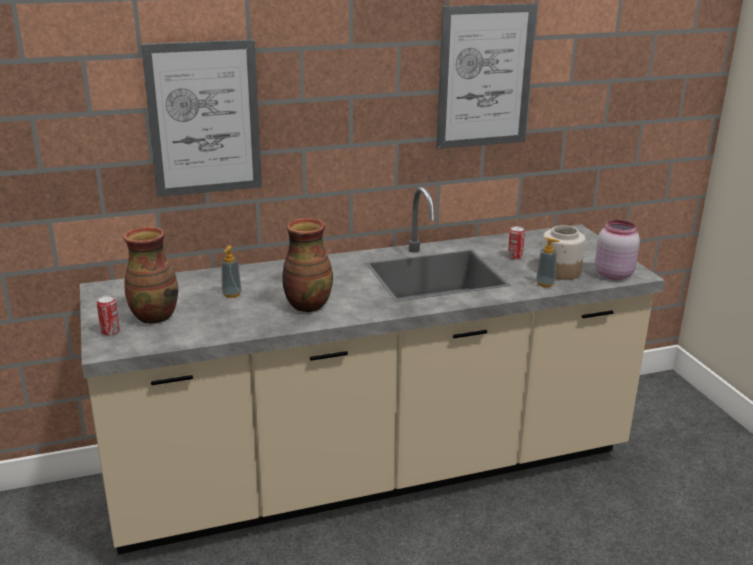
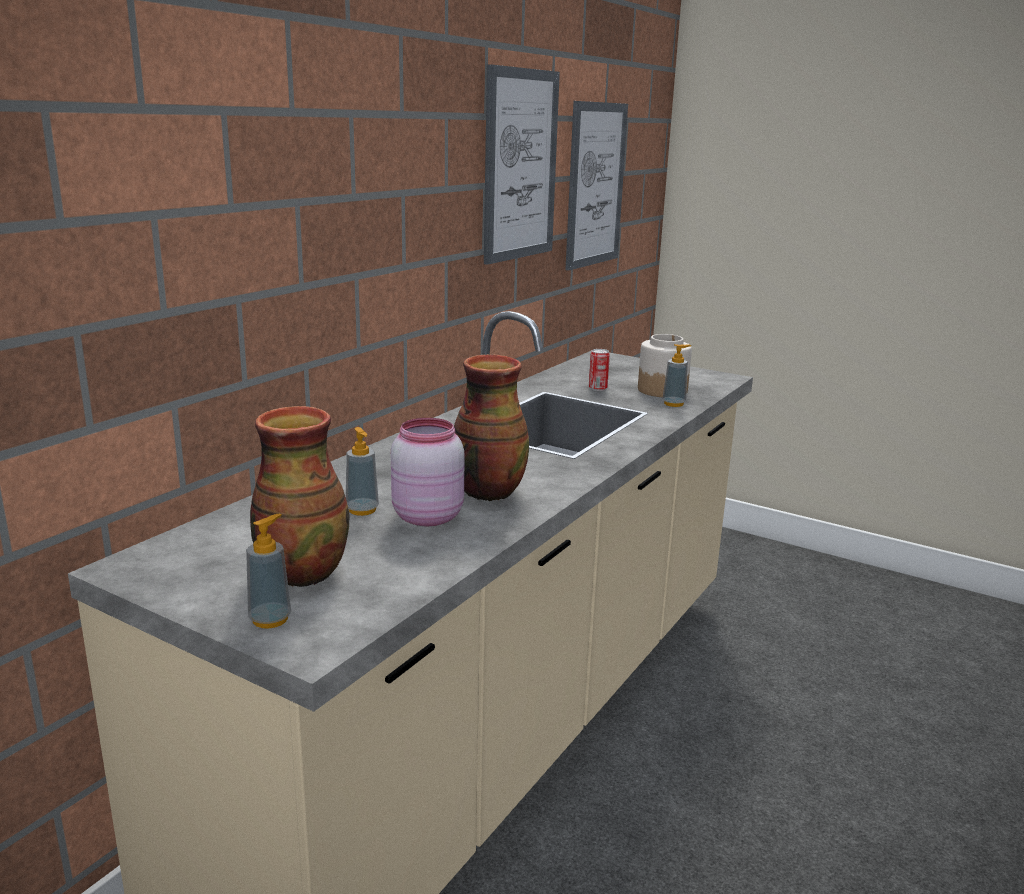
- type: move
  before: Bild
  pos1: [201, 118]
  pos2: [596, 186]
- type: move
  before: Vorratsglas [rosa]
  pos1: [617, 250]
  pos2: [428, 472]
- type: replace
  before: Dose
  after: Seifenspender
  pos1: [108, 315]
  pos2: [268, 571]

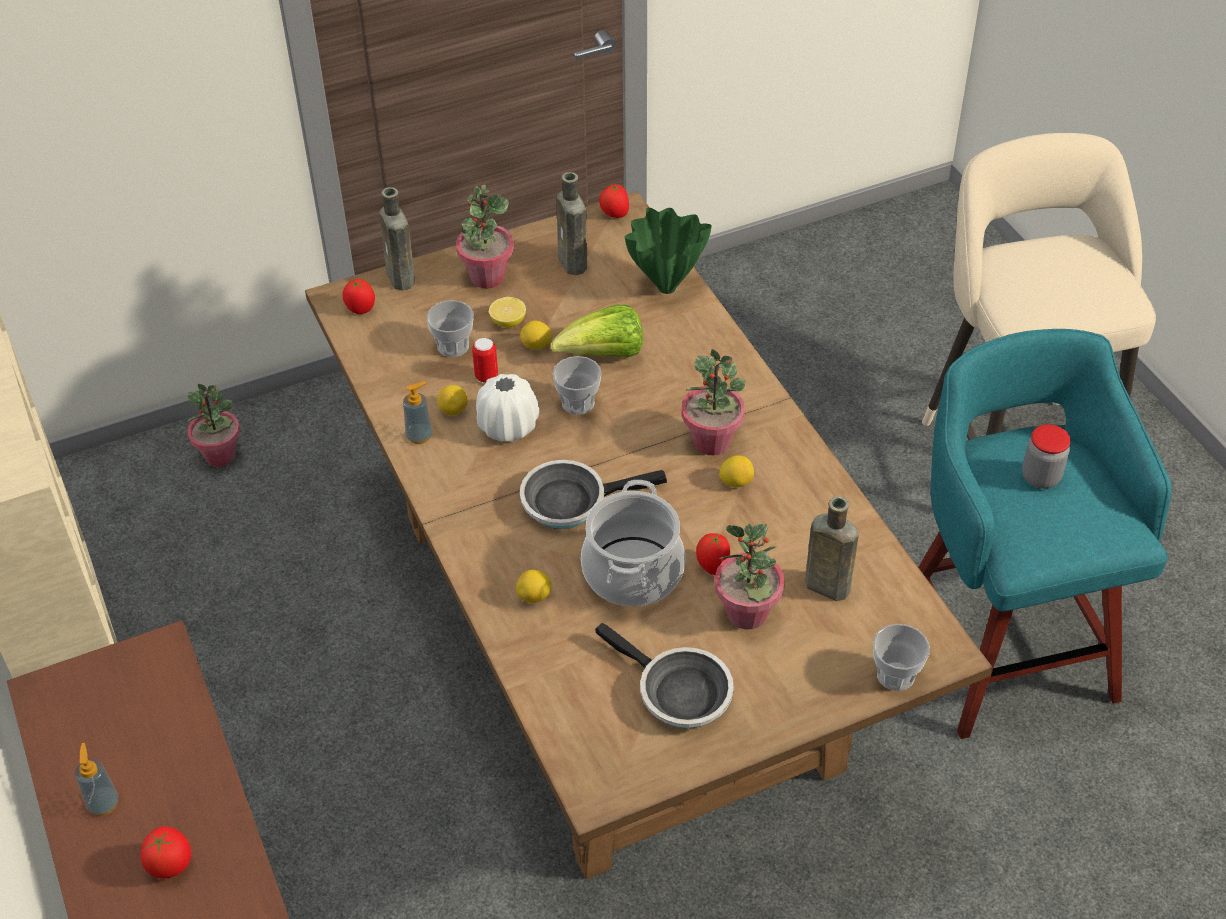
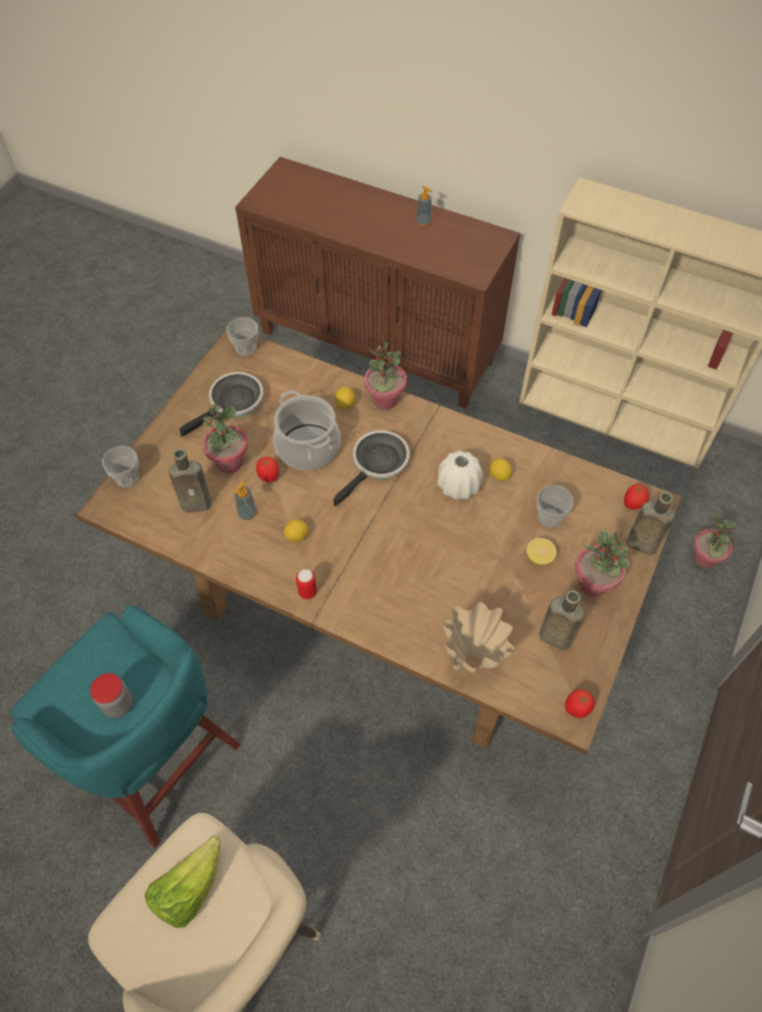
- type: recolor
  before: Vase [grün]
  after: Vase [beige]
  pos1: [668, 251]
  pos2: [479, 637]
- type: move
  before: Salatkopf
  pos1: [597, 331]
  pos2: [183, 881]
- type: delete
  before: Zitrone
  pos1: [536, 335]
- type: move
  before: Dose
  pos1: [485, 360]
  pos2: [306, 584]
- type: move
  before: Topfpflanze
  pos1: [713, 402]
  pos2: [385, 373]
- type: move
  before: Tasse
  pos1: [577, 385]
  pos2: [242, 336]
- type: move
  before: Seifenspender
  pos1: [418, 413]
  pos2: [245, 500]
- type: rotate
  before: Pfanne
  pos1: [664, 675]
  pos2: [221, 404]
  turn: 135
- type: delete
  before: Tomate
  pos1: [166, 852]

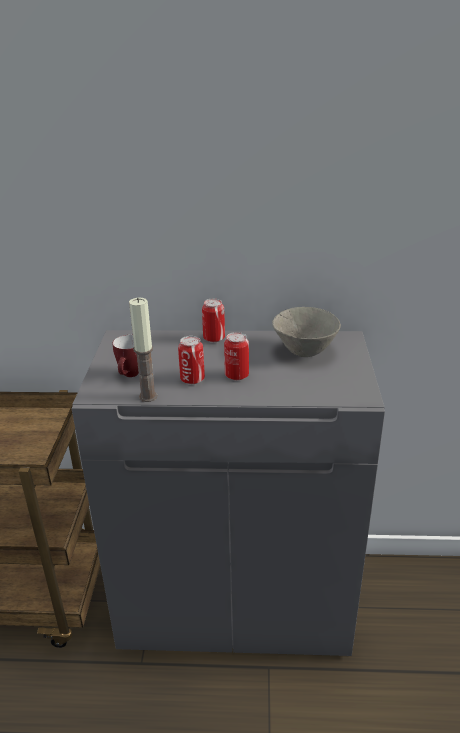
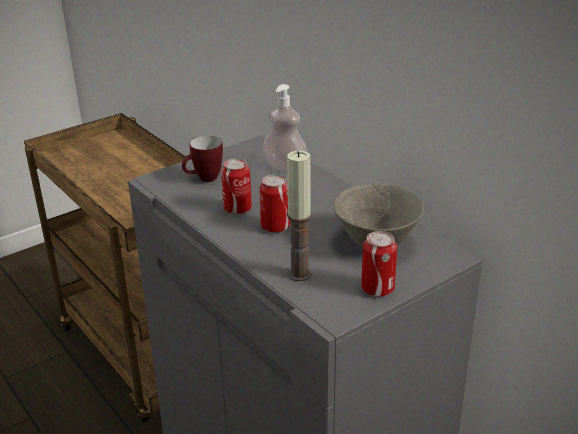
- type: move
  before: Kerze
  pos1: [143, 350]
  pos2: [299, 216]
- type: move
  before: Dose
  pos1: [213, 320]
  pos2: [379, 263]
- type: insert
  after: Seifenspender
  pos2: [285, 127]

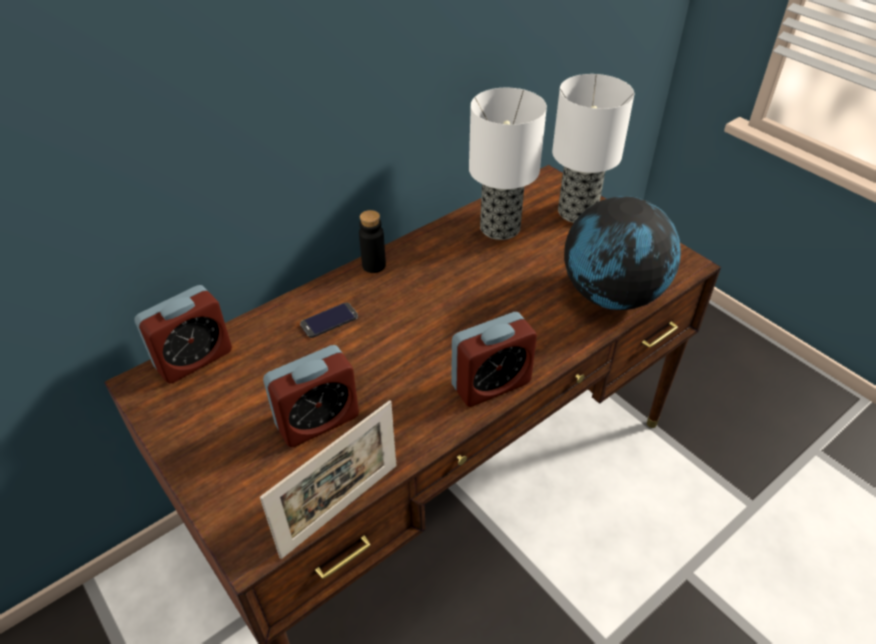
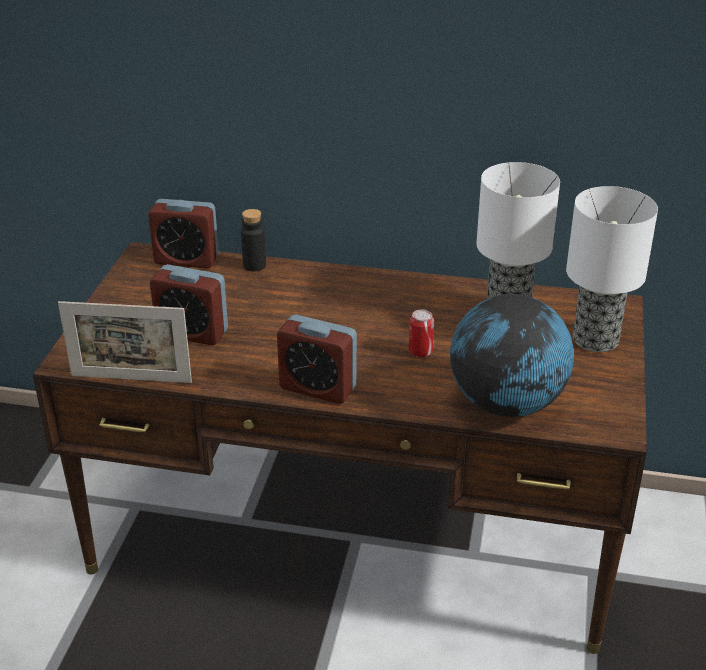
- type: move
  before: Flasche [schwarz]
  pos1: [372, 241]
  pos2: [253, 240]
- type: delete
  before: Handy
  pos1: [329, 320]
- type: insert
  after: Dose
  pos2: [421, 333]

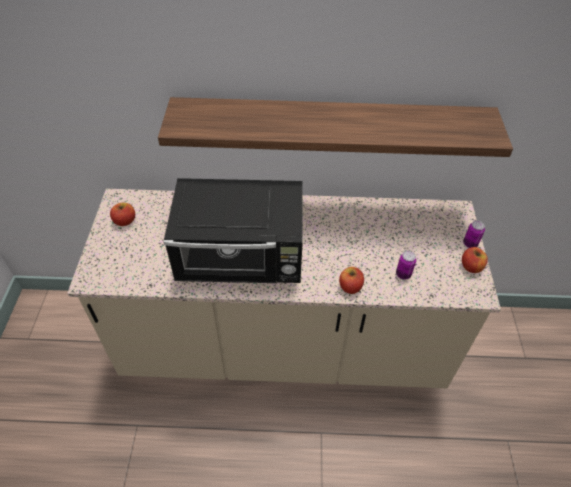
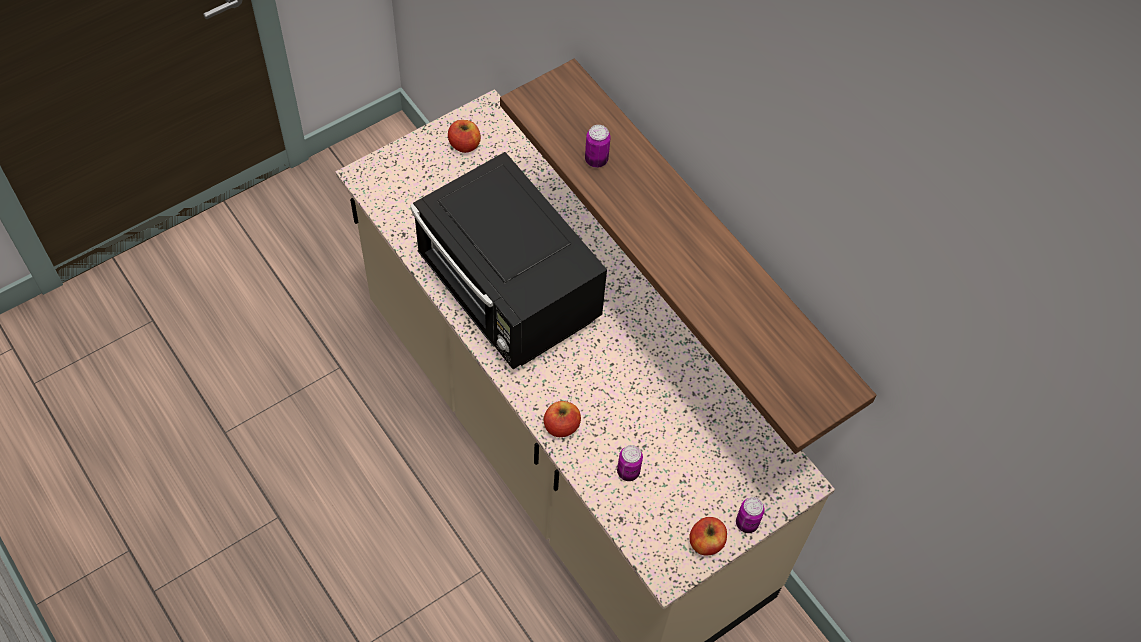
- type: insert
  after: Dose
  pos2: [598, 146]

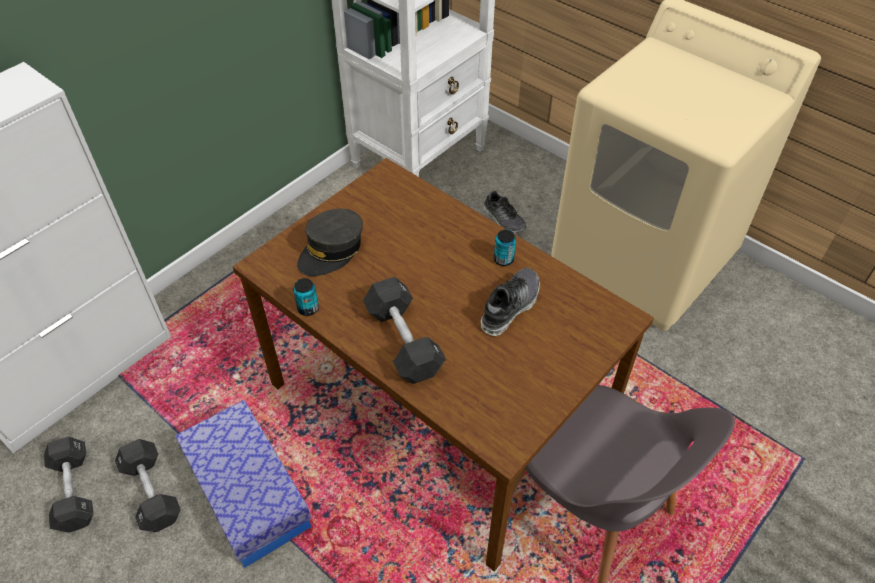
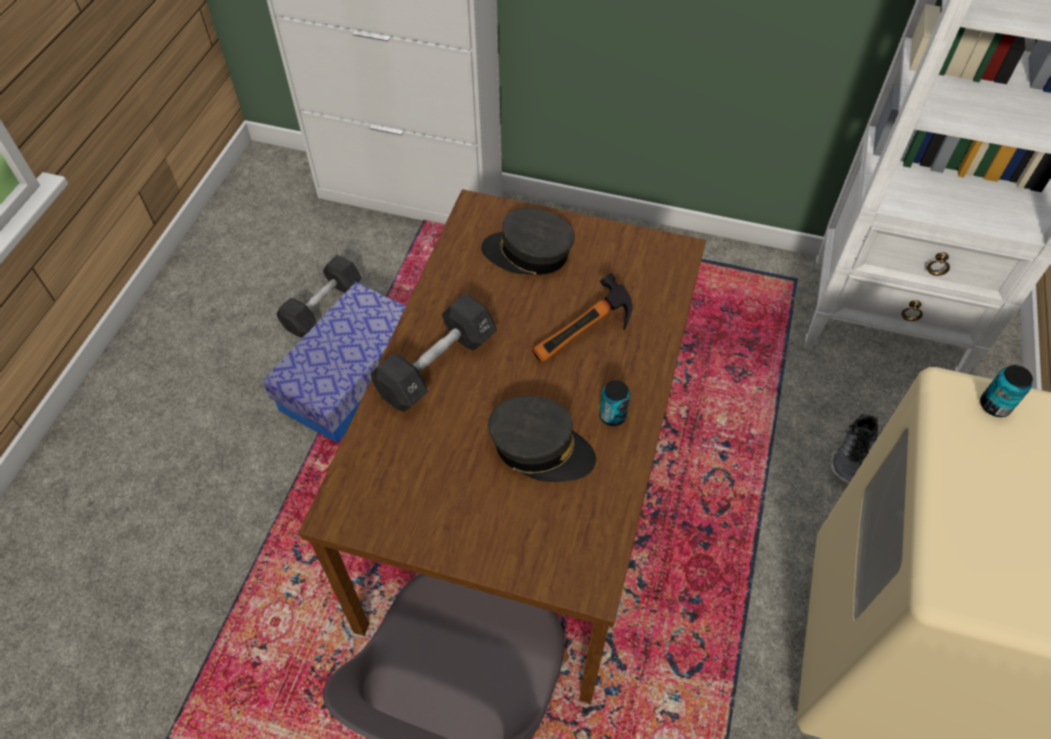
- type: replace
  before: Schuh
  after: Kappe [grau]
  pos1: [510, 302]
  pos2: [542, 439]
- type: move
  before: Dose
  pos1: [306, 297]
  pos2: [1006, 391]
- type: delete
  before: Hantel [schwarz]
  pos1: [69, 484]
- type: insert
  after: Hammer
  pos2: [582, 318]

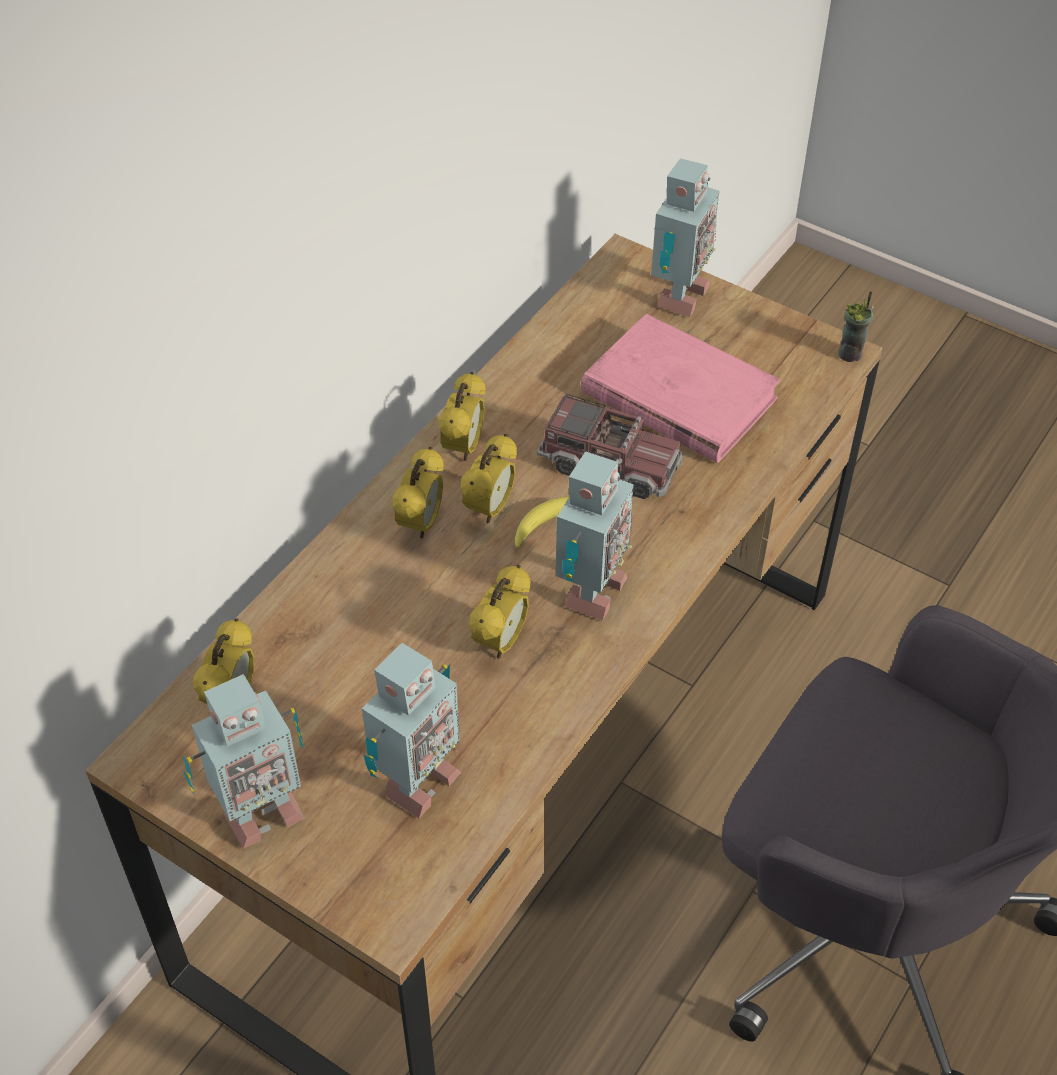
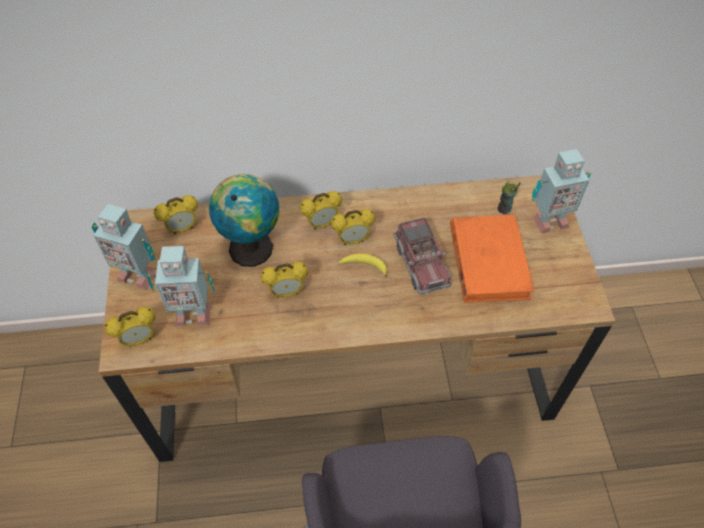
- type: move
  before: Tasse
  pos1: [856, 326]
  pos2: [509, 198]
- type: recolor
  before: Buch [rosa]
  after: Buch [orange]
  pos1: [681, 388]
  pos2: [492, 259]
- type: move
  before: Wecker
  pos1: [462, 416]
  pos2: [130, 326]
- type: delete
  before: Spielzeugroboter
  pos1: [594, 536]
- type: insert
  after: Globus
  pos2: [244, 220]

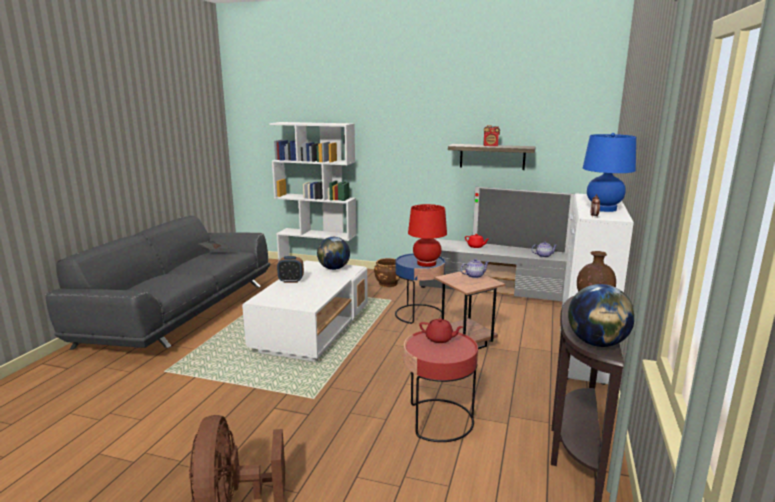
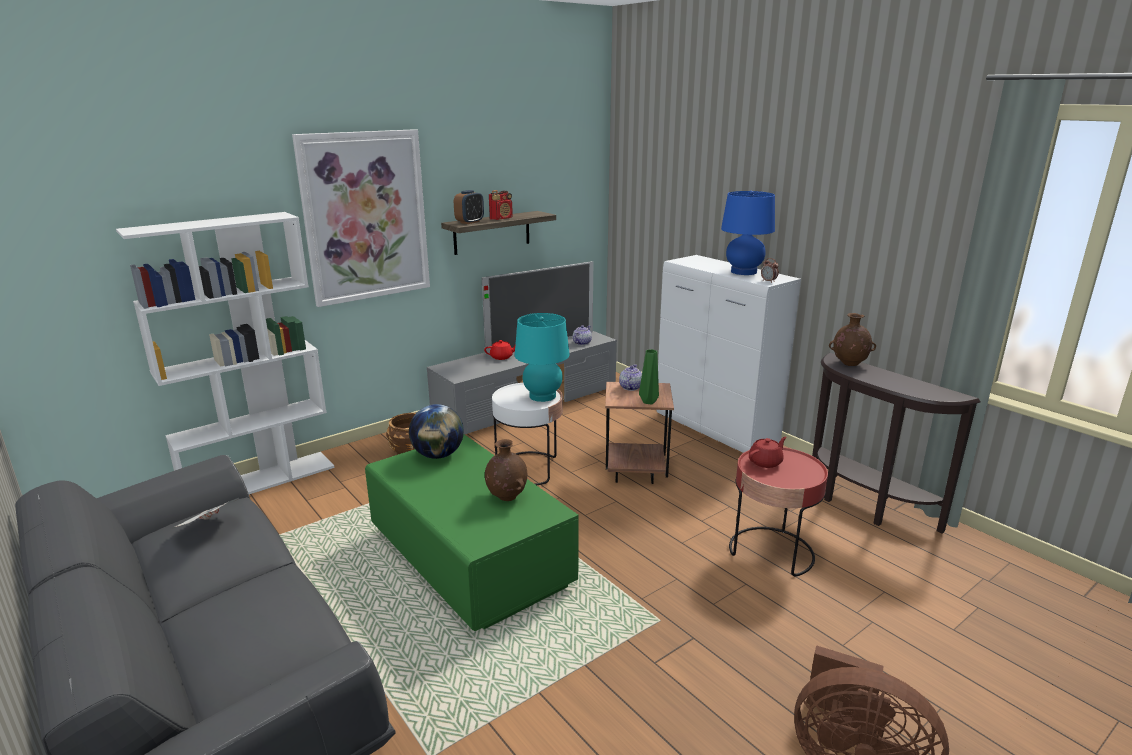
- type: recolor
  before: Tischlampe [rot]
  after: Tischlampe [türkis]
  pos1: [427, 235]
  pos2: [542, 357]
- type: recolor
  before: Beistelltisch [blau]
  after: Beistelltisch [weiß]
  pos1: [420, 288]
  pos2: [527, 434]
- type: move
  before: Wecker
  pos1: [290, 269]
  pos2: [469, 207]
- type: recolor
  before: Couchtisch [weiß]
  after: Couchtisch [grün]
  pos1: [305, 311]
  pos2: [472, 532]
- type: delete
  before: Globus
  pos1: [601, 315]
- type: insert
  after: Bild
  pos2: [361, 218]
- type: insert
  after: Vase [grün]
  pos2: [649, 376]
- type: insert
  after: Vase [braun]
  pos2: [506, 470]

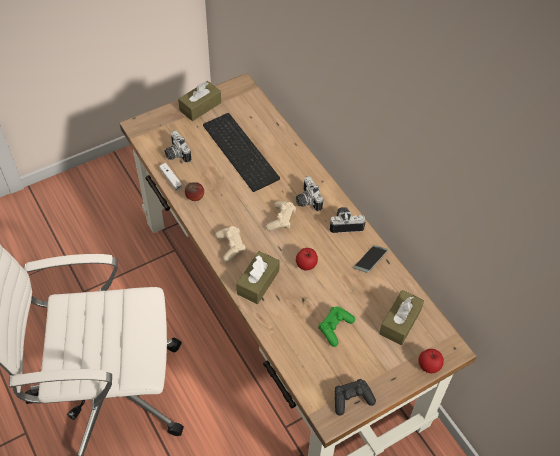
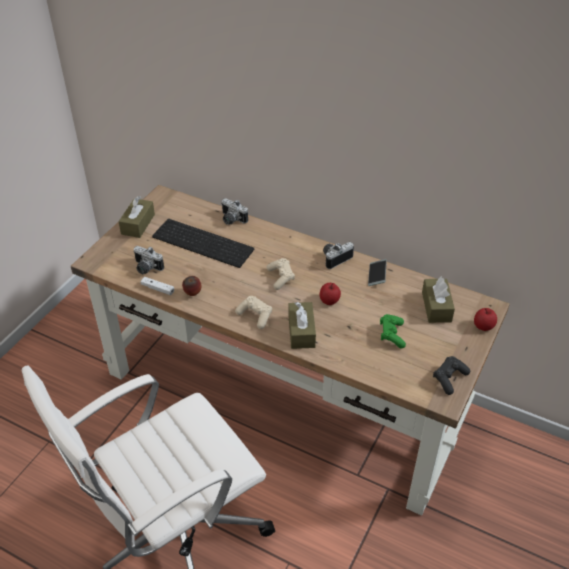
- type: move
  before: Kamera
  pos1: [309, 193]
  pos2: [235, 211]

